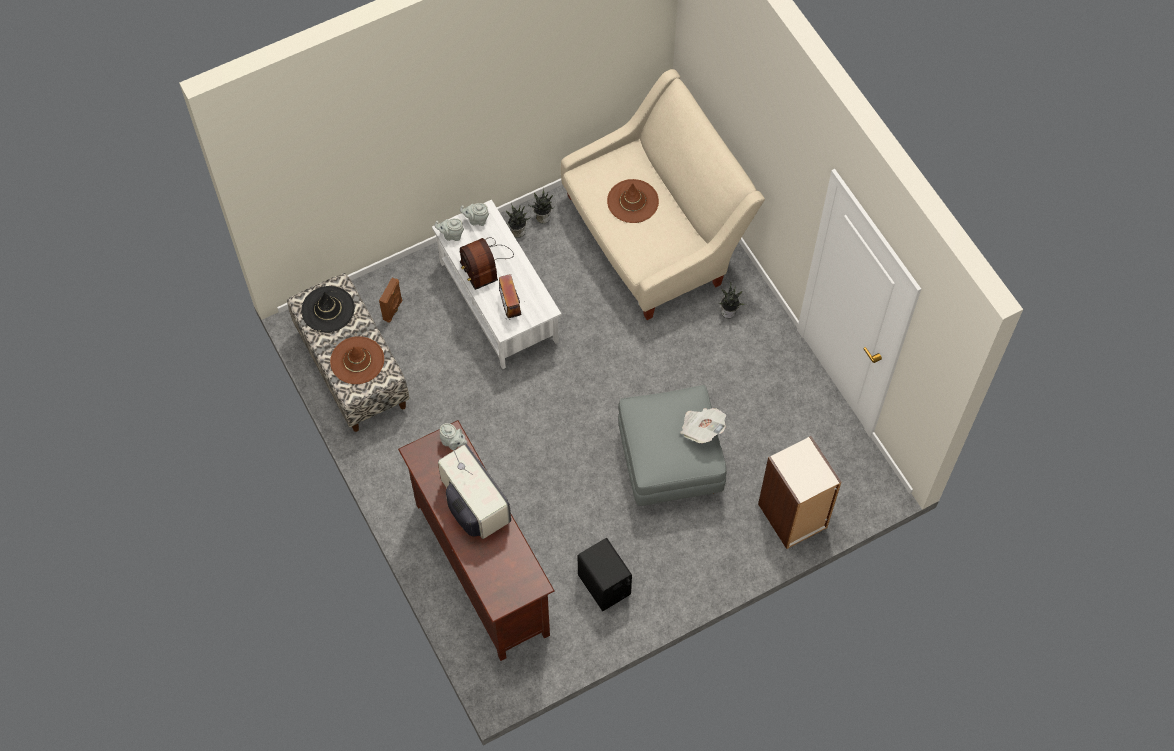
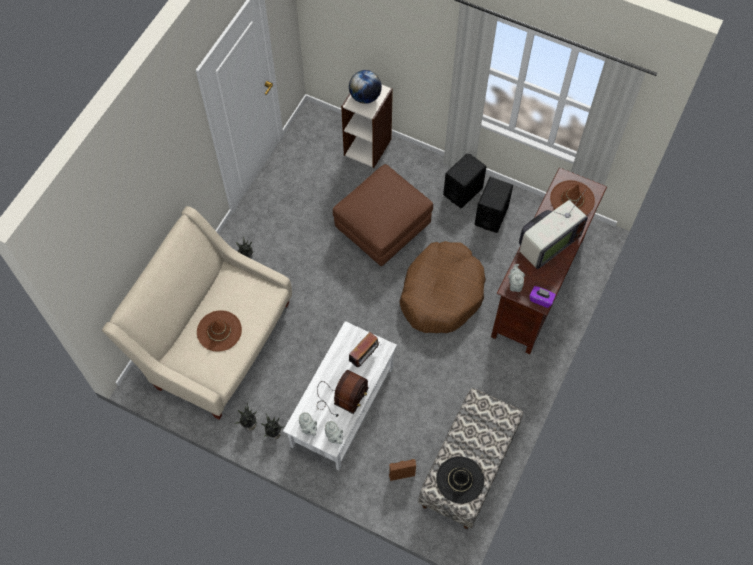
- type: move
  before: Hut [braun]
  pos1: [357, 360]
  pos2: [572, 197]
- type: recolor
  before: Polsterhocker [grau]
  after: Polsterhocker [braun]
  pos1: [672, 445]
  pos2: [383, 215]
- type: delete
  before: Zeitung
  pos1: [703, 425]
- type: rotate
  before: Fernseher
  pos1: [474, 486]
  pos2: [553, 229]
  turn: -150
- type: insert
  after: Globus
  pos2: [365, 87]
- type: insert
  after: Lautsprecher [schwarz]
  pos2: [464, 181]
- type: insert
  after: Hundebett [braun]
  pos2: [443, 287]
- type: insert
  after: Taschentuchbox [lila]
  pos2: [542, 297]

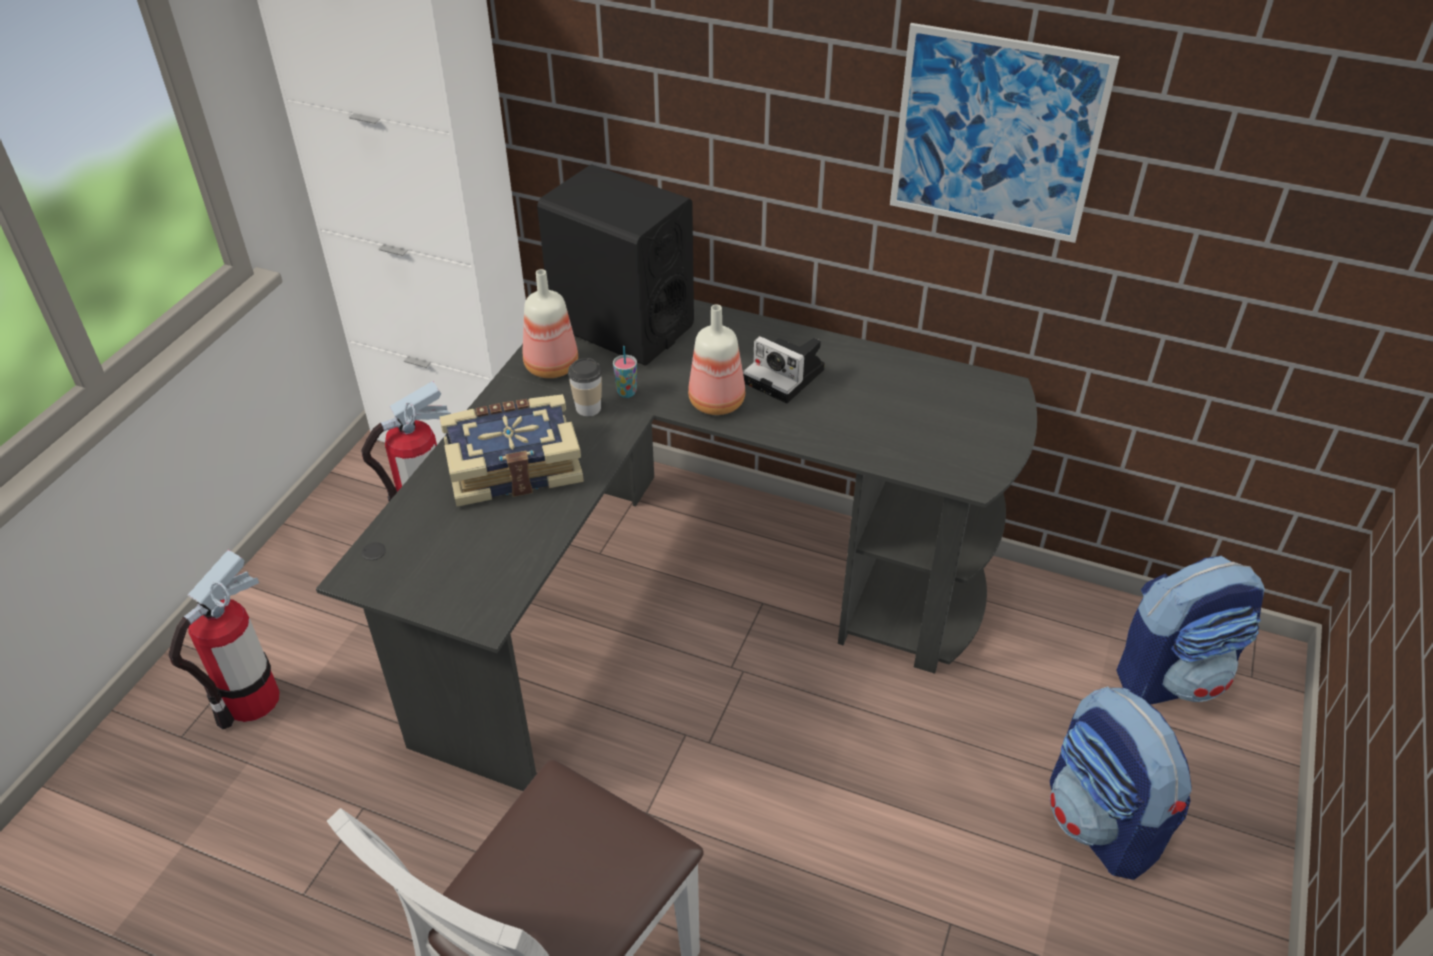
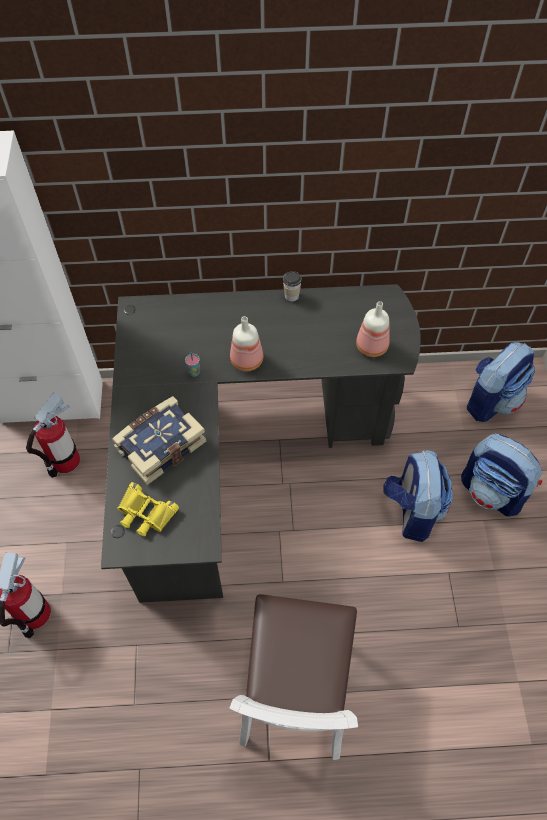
- type: delete
  before: Bild
  pos1: [1005, 133]
- type: delete
  before: Lautsprecher [schwarz]
  pos1: [615, 265]
- type: move
  before: Flasche
  pos1: [550, 323]
  pos2: [373, 329]
- type: delete
  before: Kamera
  pos1: [784, 369]
- type: move
  before: Tasse
  pos1: [585, 387]
  pos2: [292, 286]
- type: insert
  after: Rucksack
  pos2: [418, 496]
- type: insert
  after: Fernglas [gelb]
  pos2: [148, 509]

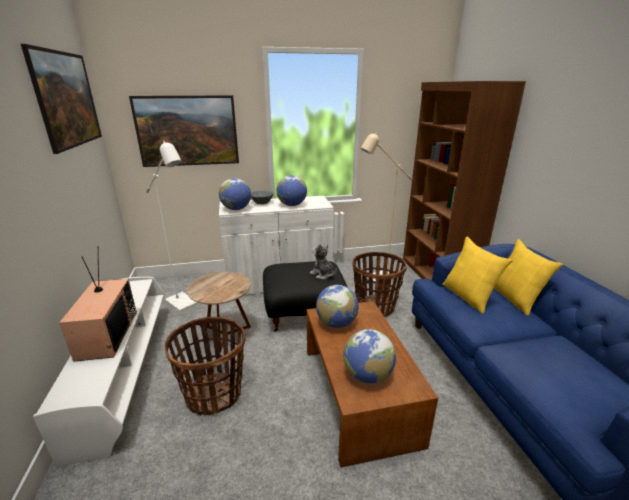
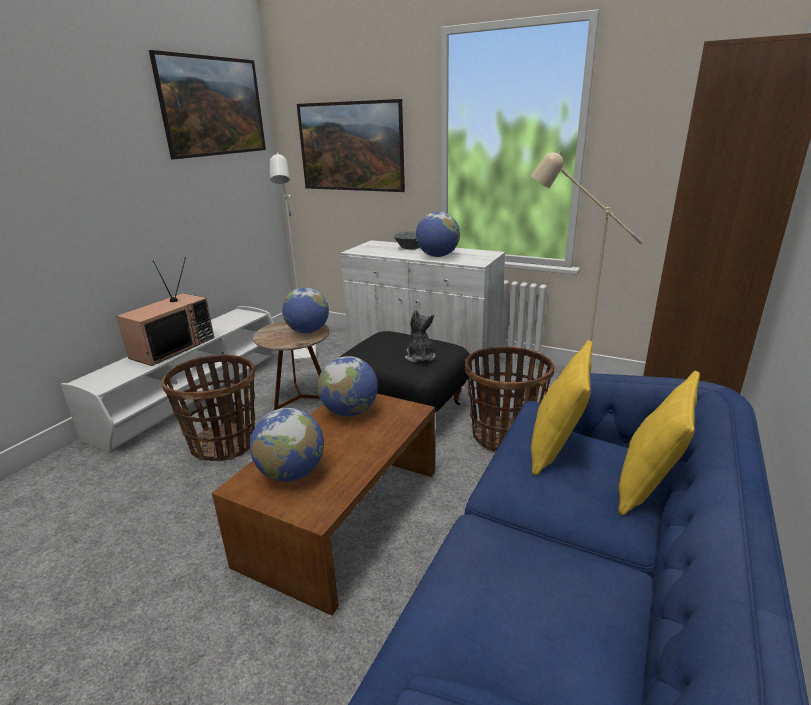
- type: move
  before: Globus
  pos1: [235, 194]
  pos2: [305, 310]

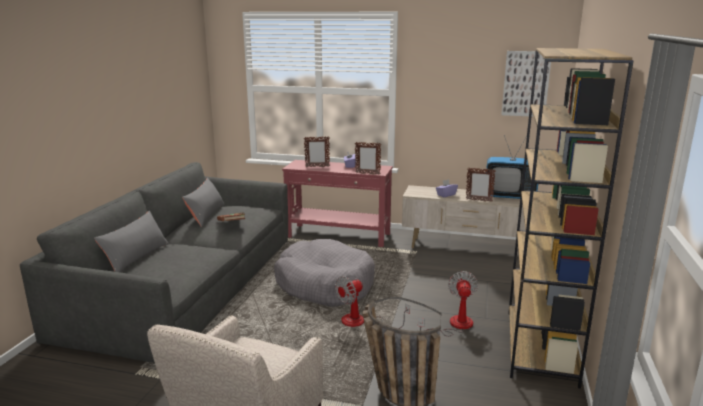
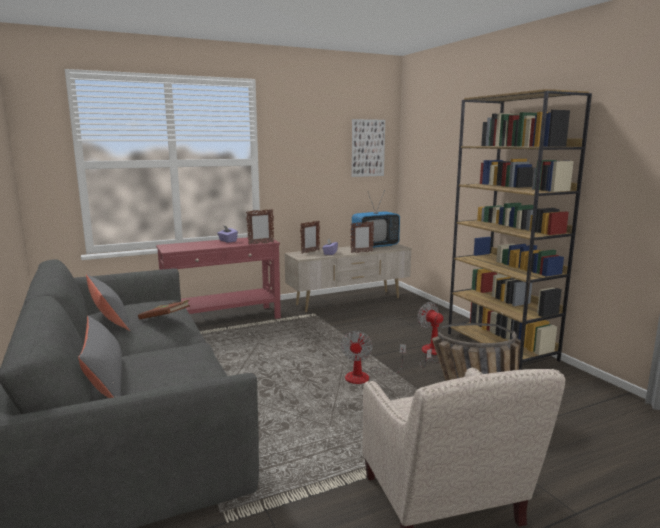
- type: move
  before: Bilderrahmen
  pos1: [317, 151]
  pos2: [310, 237]
- type: delete
  before: Hundebett [grau]
  pos1: [324, 273]

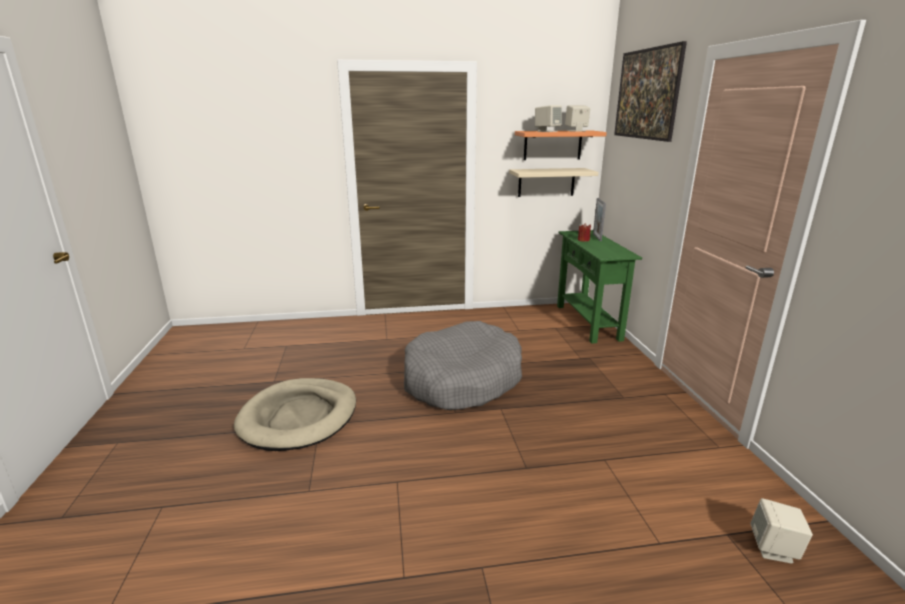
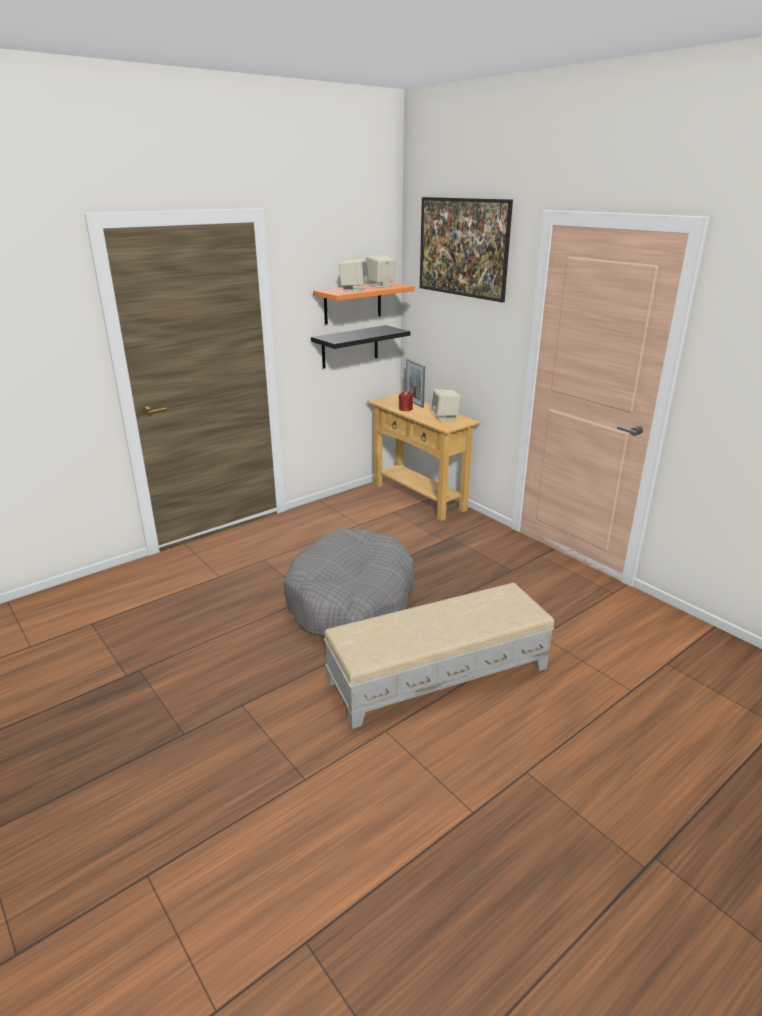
- type: recolor
  before: Wandregal [beige]
  after: Wandregal [schwarz]
  pos1: [554, 182]
  pos2: [360, 347]
- type: recolor
  before: Konsolentisch [grün]
  after: Konsolentisch [beige]
  pos1: [599, 287]
  pos2: [424, 457]
- type: delete
  before: Hundebett [beige]
  pos1: [295, 414]
- type: move
  before: Lautsprecher [beige]
  pos1: [781, 531]
  pos2: [446, 405]
- type: insert
  after: Polsterhocker [beige]
  pos2: [439, 656]

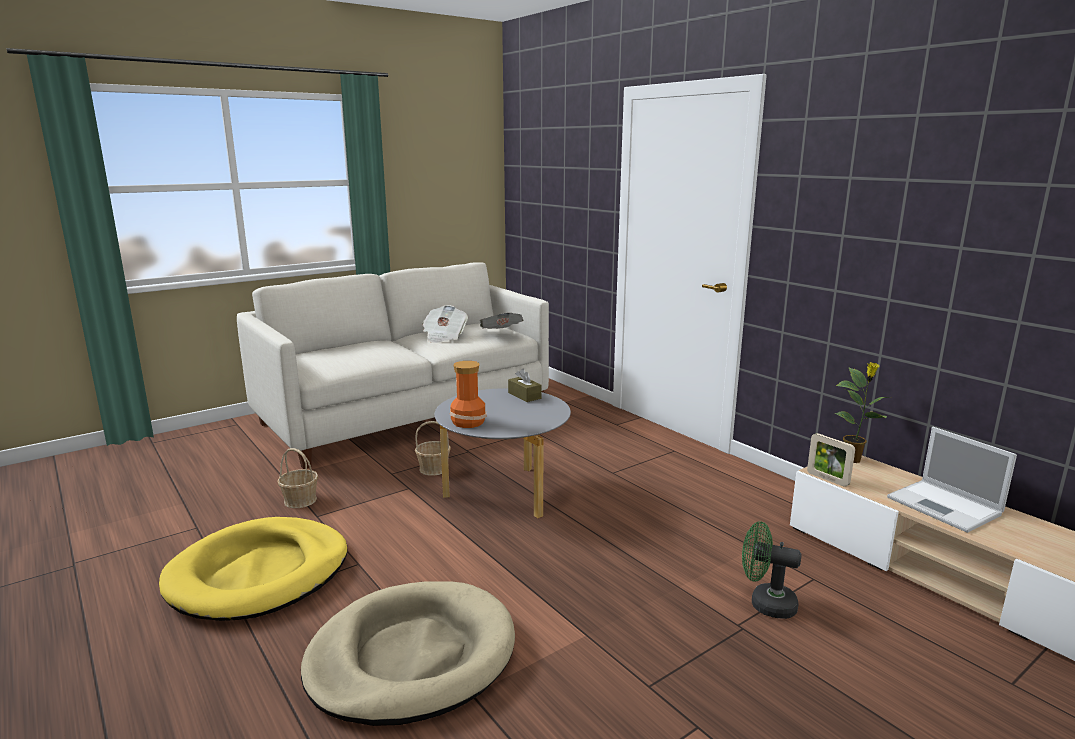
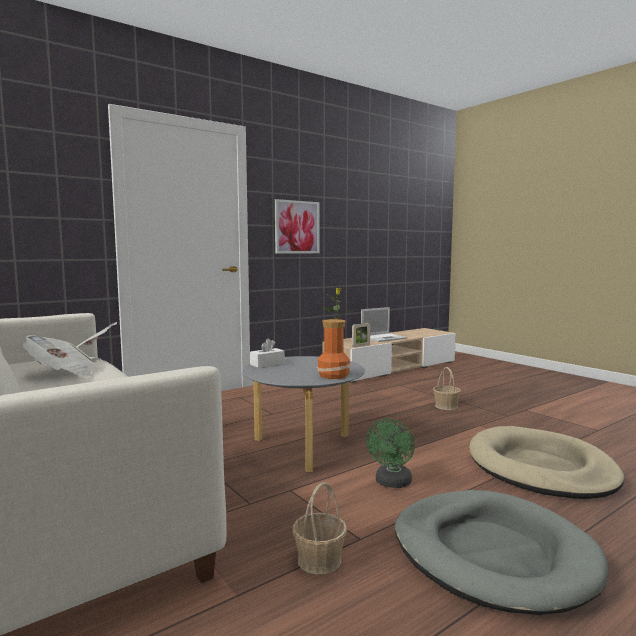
- type: recolor
  before: Taschentuchbox [braun]
  after: Taschentuchbox [weiß]
  pos1: [525, 385]
  pos2: [267, 353]
- type: move
  before: Korb
  pos1: [433, 448]
  pos2: [447, 388]
- type: recolor
  before: Hundebett [gelb]
  after: Hundebett [grau]
  pos1: [253, 569]
  pos2: [501, 552]
- type: move
  before: Ventilator [grün]
  pos1: [772, 570]
  pos2: [390, 453]
- type: insert
  after: Bild
  pos2: [297, 226]

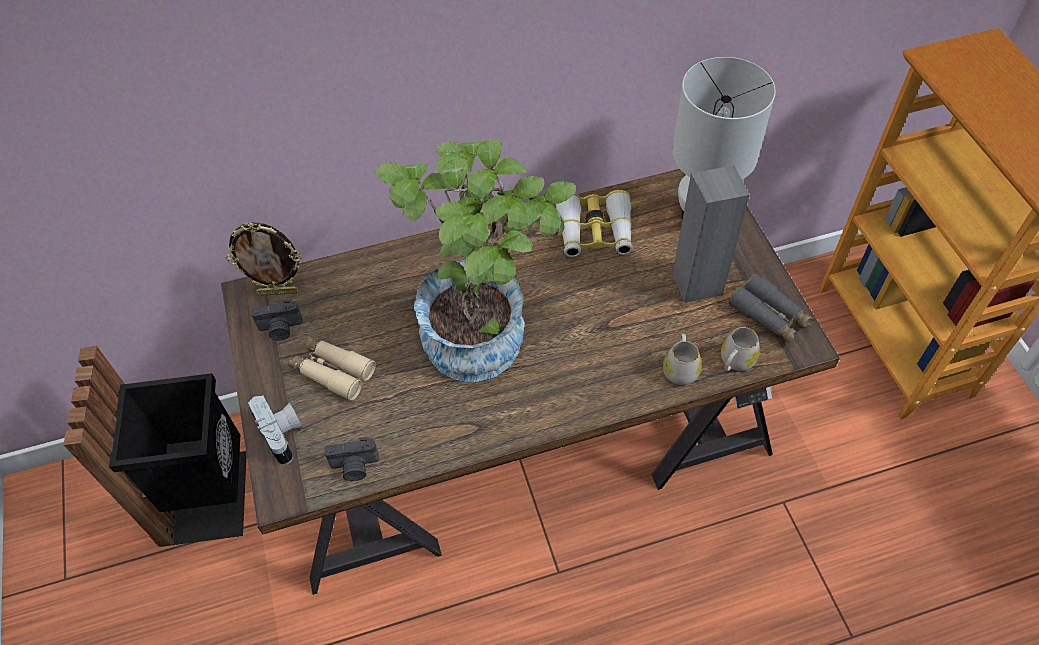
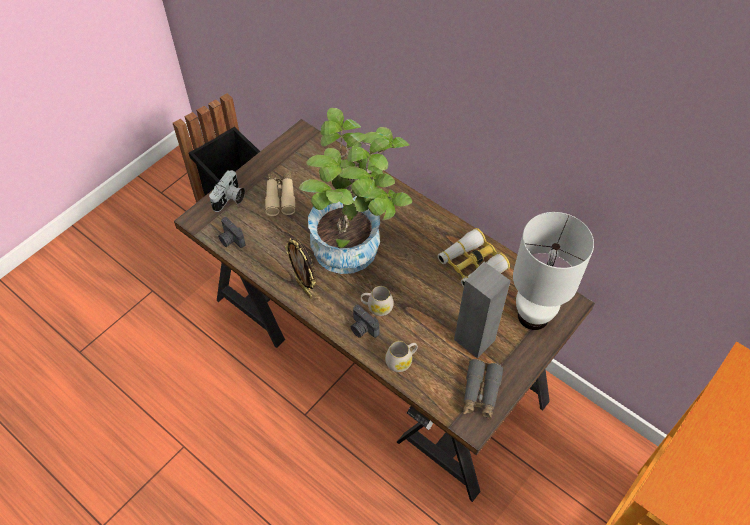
- type: move
  before: Bilderrahmen
  pos1: [264, 259]
  pos2: [300, 268]
- type: move
  before: Kamera
  pos1: [277, 320]
  pos2: [365, 321]
- type: move
  before: Henkelbecher [weiß]
  pos1: [740, 349]
  pos2: [377, 301]

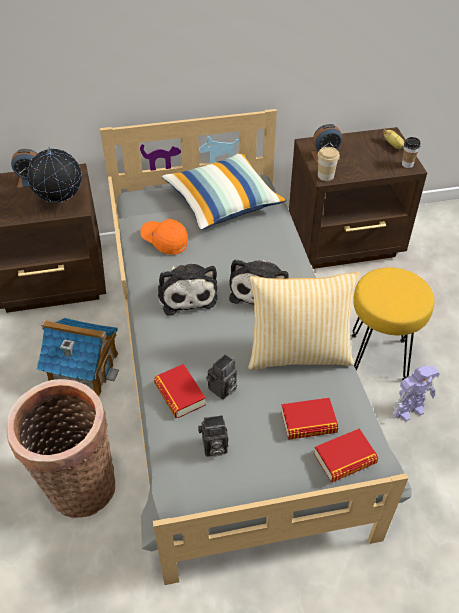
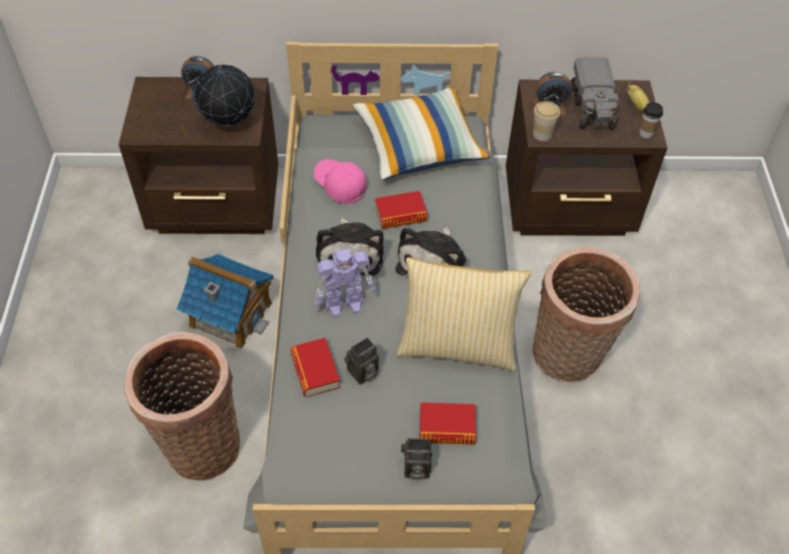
- type: recolor
  before: Kappe [orange]
  after: Kappe [rosa]
  pos1: [164, 237]
  pos2: [340, 181]
- type: replace
  before: Hocker [gelb]
  after: Korb
  pos1: [393, 324]
  pos2: [586, 314]
- type: move
  before: Spielzeugroboter
  pos1: [416, 393]
  pos2: [346, 282]
- type: move
  before: Kamera
  pos1: [213, 436]
  pos2: [416, 459]
- type: move
  before: Buch
  pos1: [346, 455]
  pos2: [401, 210]
- type: insert
  after: Spielzeuglaster
  pos2: [595, 94]

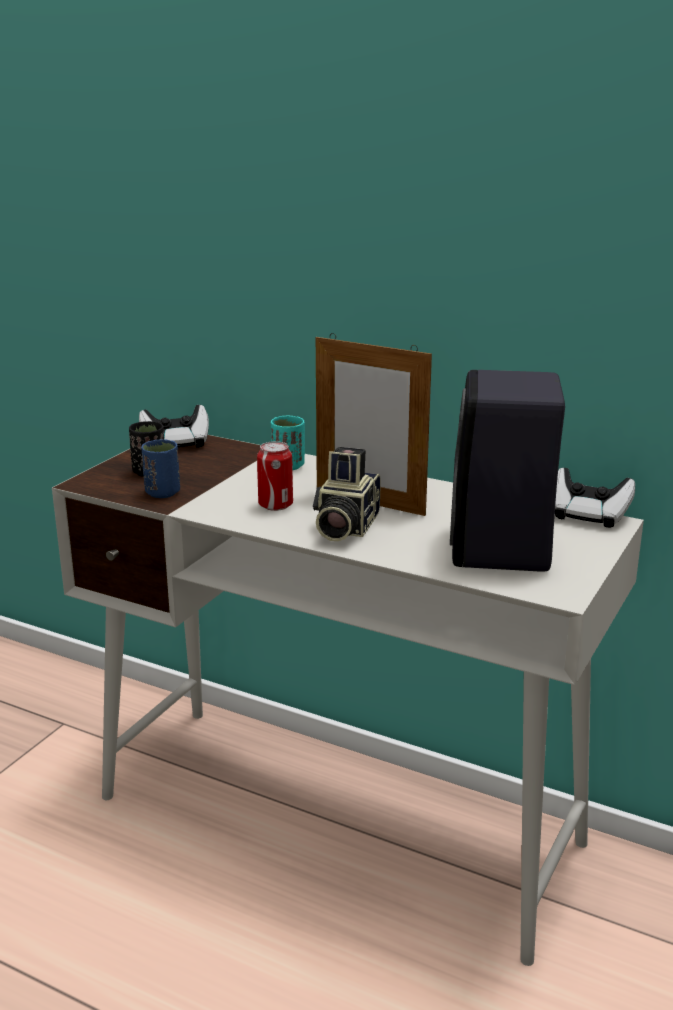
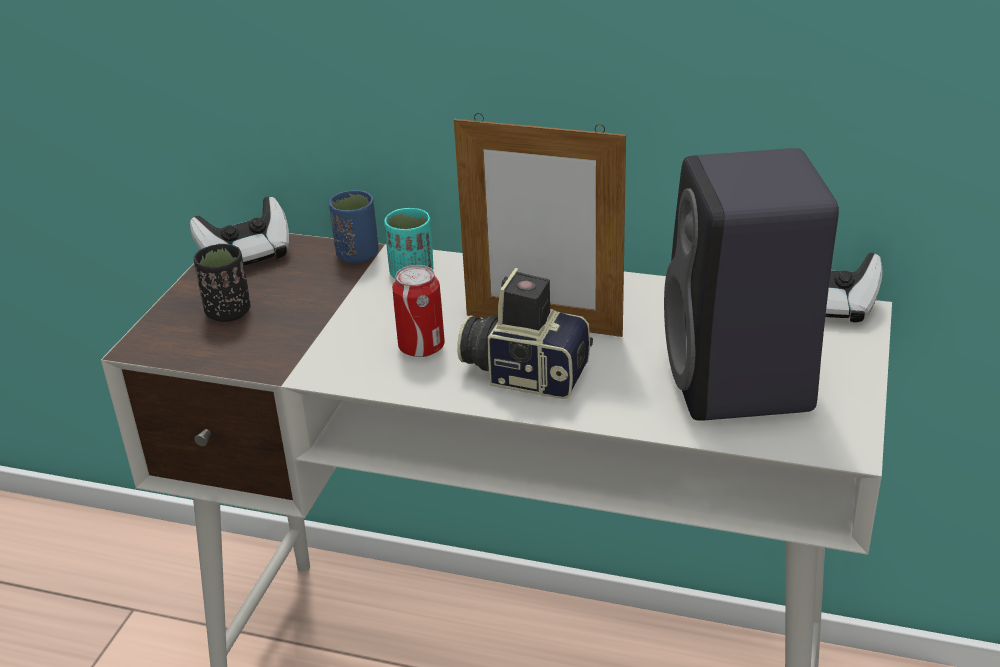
- type: move
  before: Tasse [blau]
  pos1: [160, 468]
  pos2: [353, 226]
- type: rotate
  before: Kamera
  pos1: [347, 494]
  pos2: [525, 333]
  turn: 105

